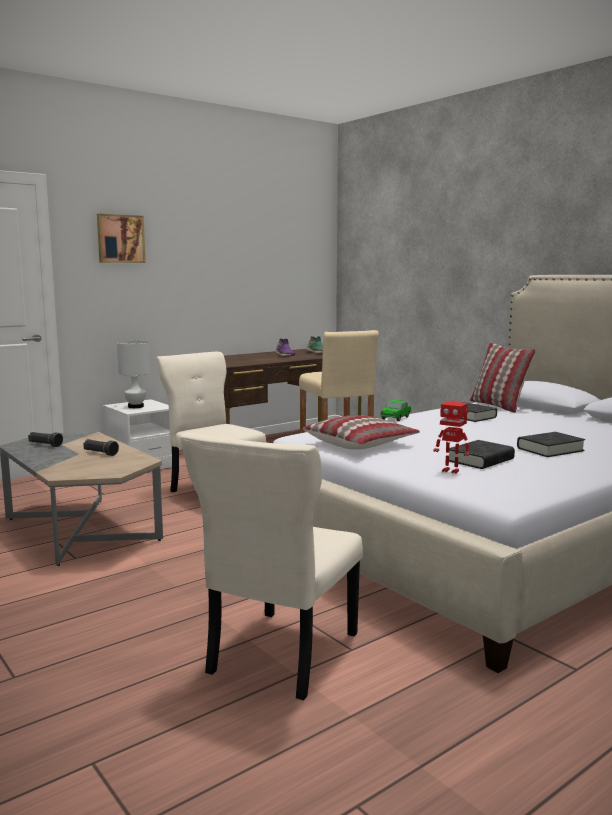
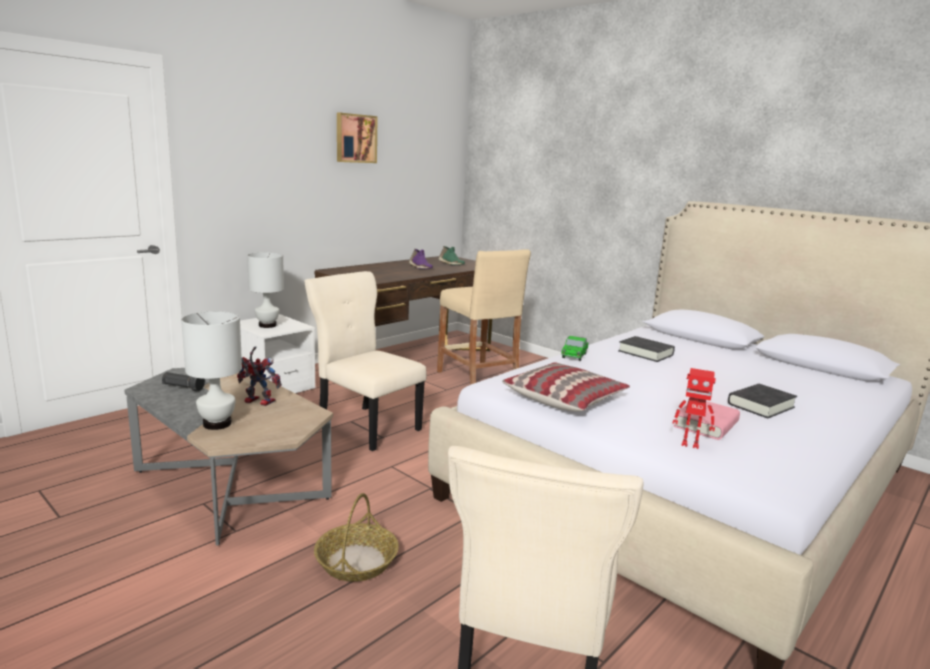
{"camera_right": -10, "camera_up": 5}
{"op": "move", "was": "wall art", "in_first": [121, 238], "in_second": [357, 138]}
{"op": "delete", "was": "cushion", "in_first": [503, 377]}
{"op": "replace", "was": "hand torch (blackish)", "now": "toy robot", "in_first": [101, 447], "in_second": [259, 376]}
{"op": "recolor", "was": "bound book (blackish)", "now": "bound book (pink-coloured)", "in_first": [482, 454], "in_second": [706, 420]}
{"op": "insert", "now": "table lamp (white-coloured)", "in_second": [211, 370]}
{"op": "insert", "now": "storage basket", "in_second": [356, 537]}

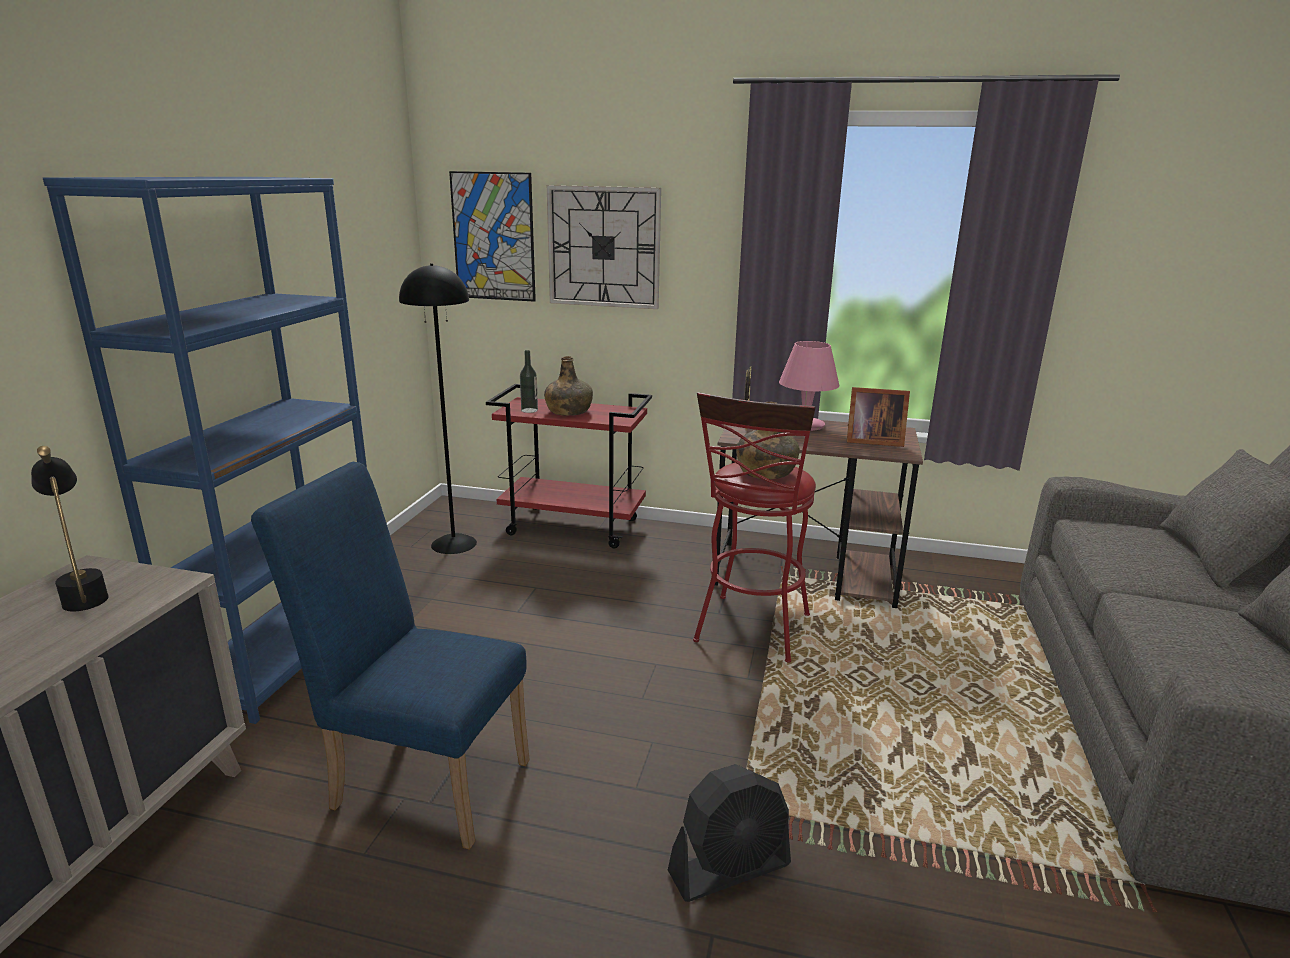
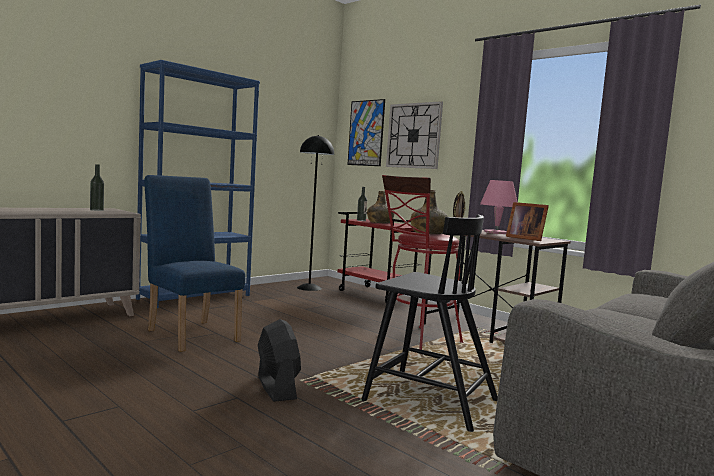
{"camera_right": 30, "camera_up": -15}
{"op": "replace", "was": "table lamp (blackish)", "now": "beverage bottle", "in_first": [70, 529], "in_second": [97, 187]}
{"op": "rotate", "was": "cooling fan (blackish)", "in_first": [729, 833], "in_second": [279, 360], "clockwise": -120}
{"op": "insert", "now": "chair (blackish)", "in_second": [430, 323]}

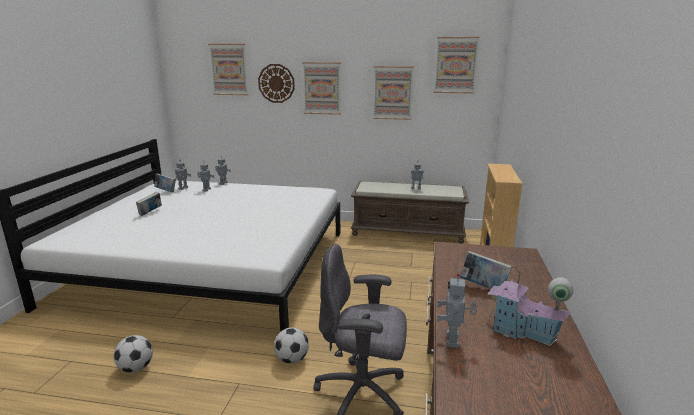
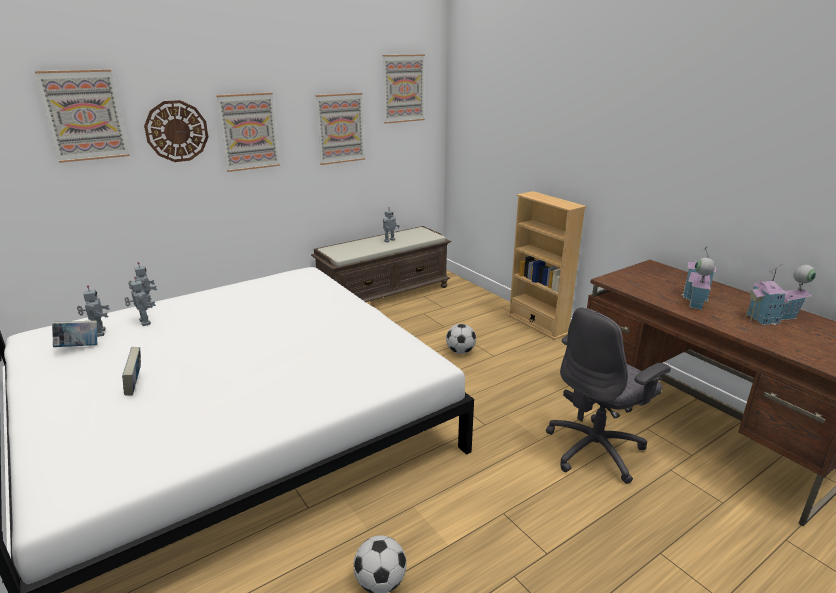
{"camera_right": -45, "camera_up": 5}
{"op": "replace", "was": "bound book", "now": "miniature house", "in_first": [485, 270], "in_second": [699, 278]}
{"op": "delete", "was": "toy robot", "in_first": [457, 310]}
{"op": "move", "was": "football ball", "in_first": [291, 345], "in_second": [461, 339]}

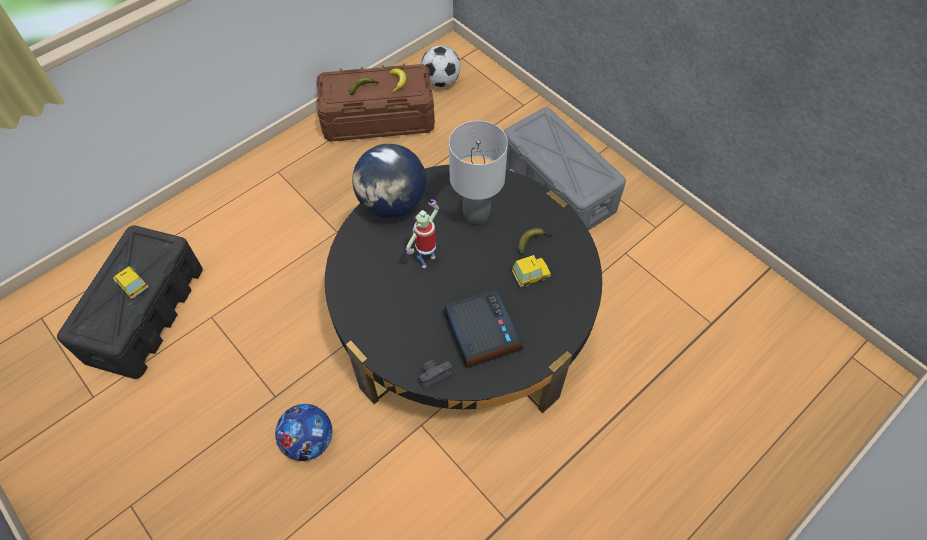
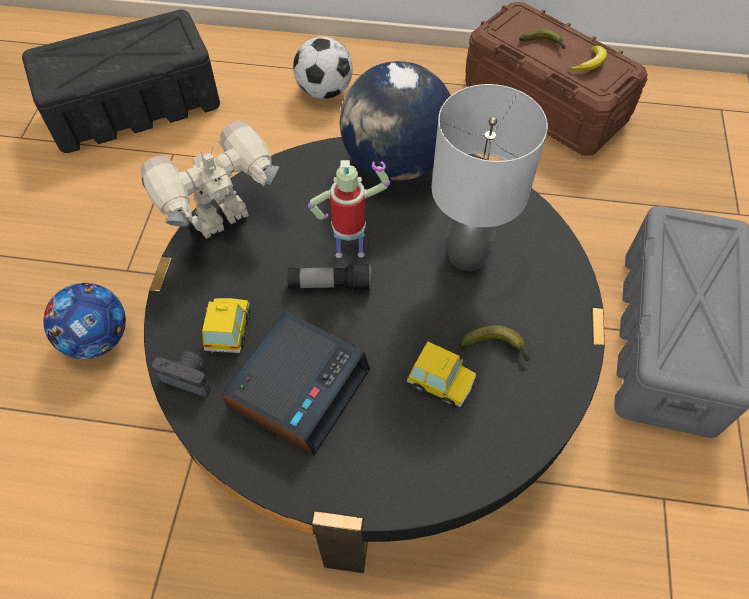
{"camera_right": 50, "camera_up": 0}
{"op": "move", "was": "football ball", "in_first": [441, 66], "in_second": [323, 68]}
{"op": "move", "was": "model car", "in_first": [131, 282], "in_second": [226, 325]}
{"op": "insert", "now": "toy robot", "in_second": [209, 179]}
{"op": "insert", "now": "hand torch", "in_second": [329, 277]}

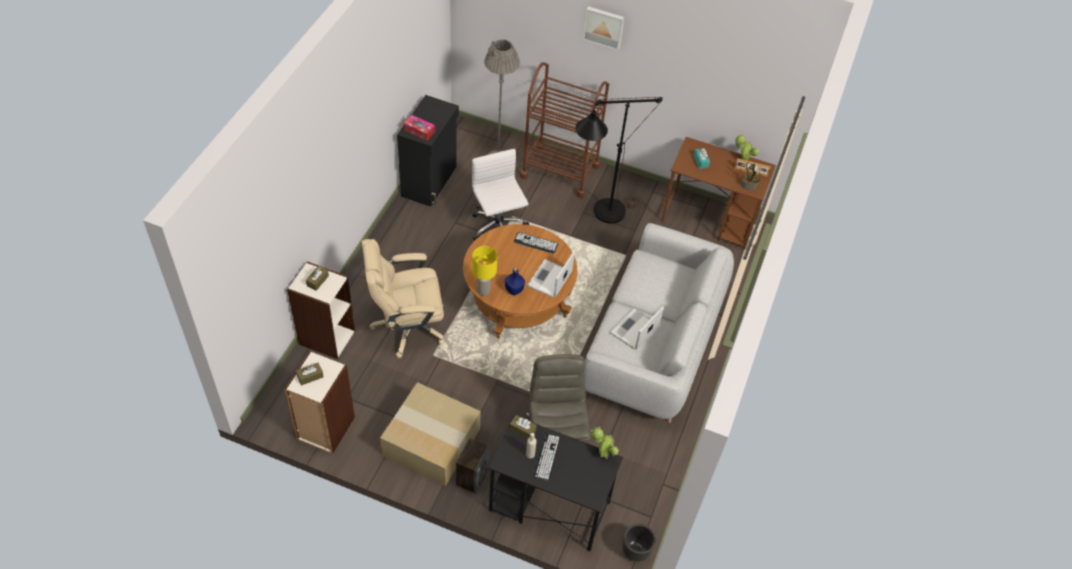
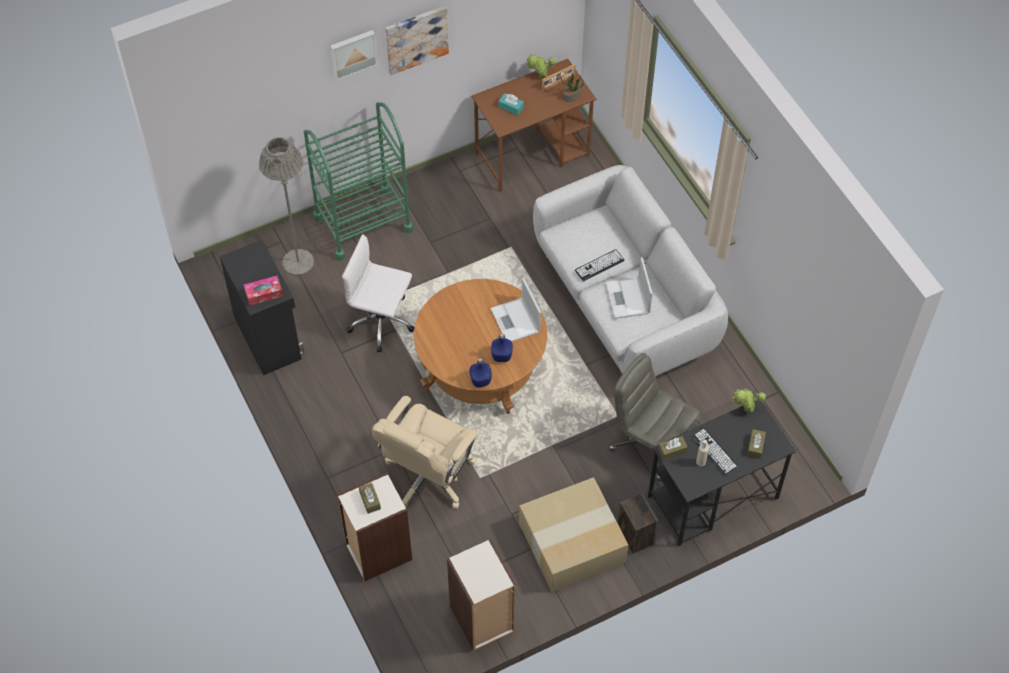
{"camera_right": -45, "camera_up": 5}
{"op": "recolor", "was": "cart (brown-coloured)", "now": "cart (greenish)", "in_first": [564, 130], "in_second": [358, 181]}
{"op": "delete", "was": "standing lamp (blackish)", "in_first": [619, 160]}
{"op": "move", "was": "keyboard", "in_first": [536, 243], "in_second": [600, 265]}
{"op": "replace", "was": "table lamp (yellow)", "now": "beverage bottle (bluish)", "in_first": [485, 271], "in_second": [480, 372]}
{"op": "move", "was": "tissue holder (brown-coloured)", "in_first": [310, 374], "in_second": [756, 444]}
{"op": "delete", "was": "planter (blackish)", "in_first": [639, 542]}
{"op": "insert", "now": "wall art", "in_second": [417, 40]}

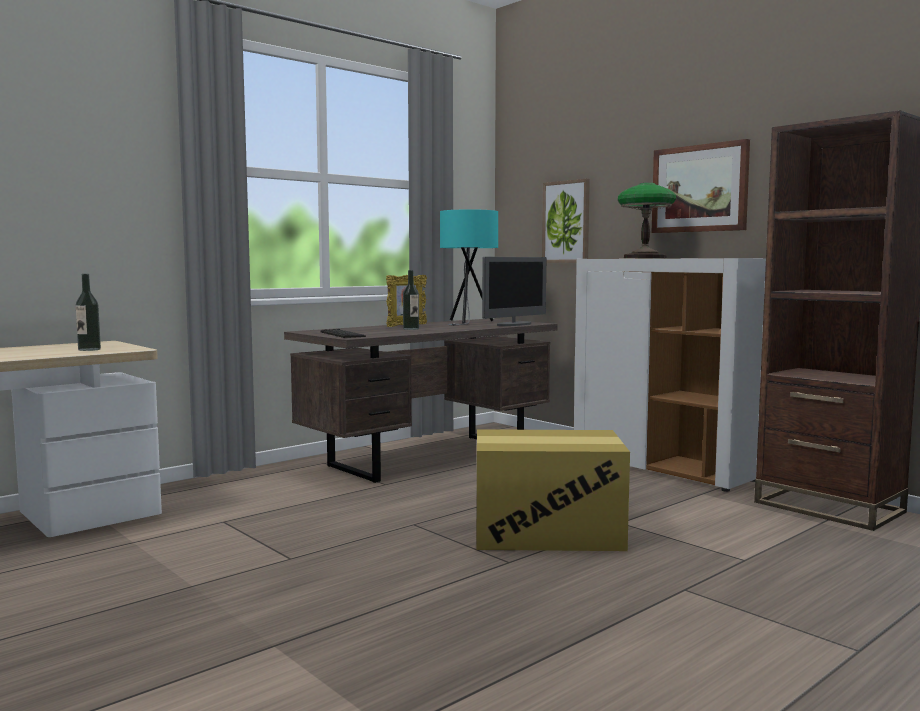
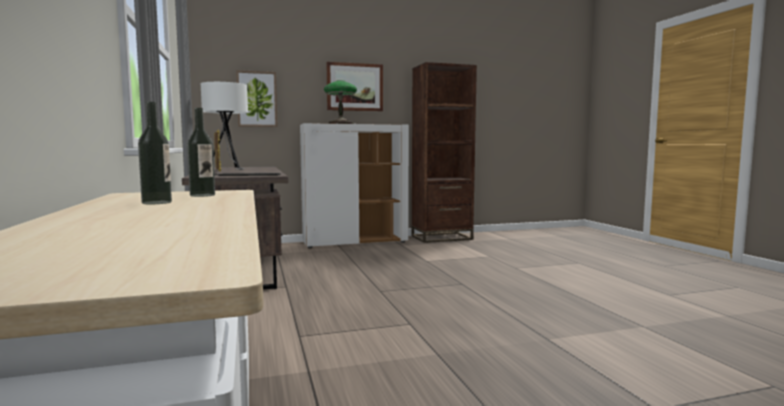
{"camera_right": -65, "camera_up": 0}
{"op": "recolor", "was": "table lamp (turquoise-coloured)", "now": "table lamp (white-coloured)", "in_first": [469, 267], "in_second": [224, 126]}
{"op": "delete", "was": "computer display", "in_first": [514, 291]}
{"op": "move", "was": "beverage bottle", "in_first": [411, 300], "in_second": [155, 153]}
{"op": "delete", "was": "cardboard box", "in_first": [553, 490]}

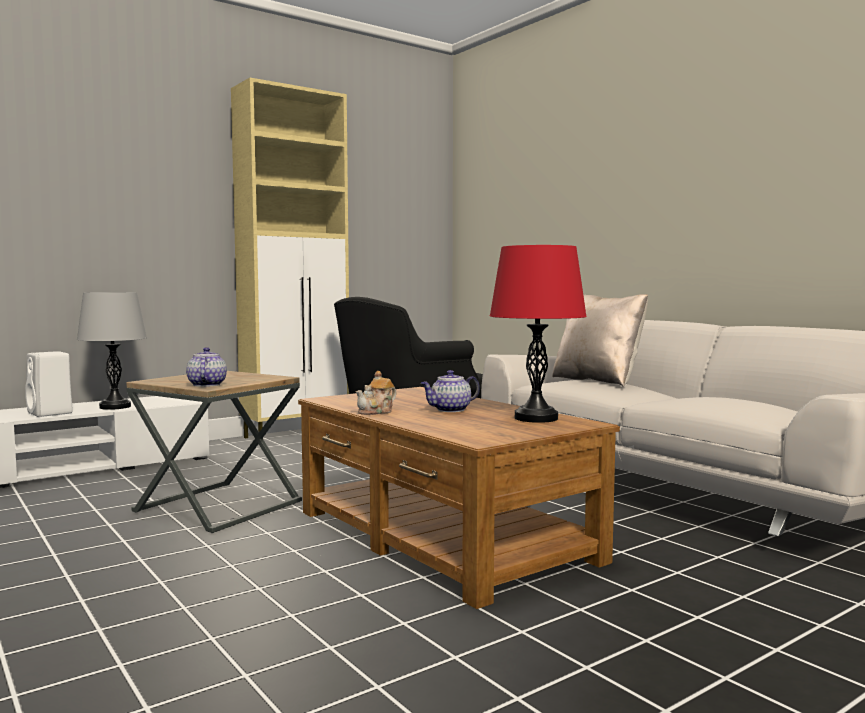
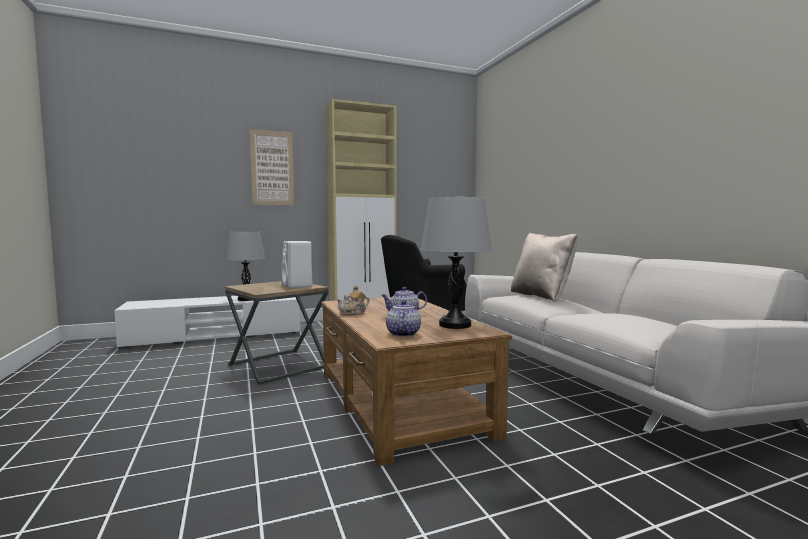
{"camera_right": 15, "camera_up": 0}
{"op": "recolor", "was": "table lamp (reddish)", "now": "table lamp (grey)", "in_first": [538, 334], "in_second": [456, 263]}
{"op": "move", "was": "pot for tea", "in_first": [206, 367], "in_second": [403, 318]}
{"op": "move", "was": "loudspeaker (white-coloured)", "in_first": [49, 384], "in_second": [297, 264]}
{"op": "insert", "now": "wall art", "in_second": [272, 167]}

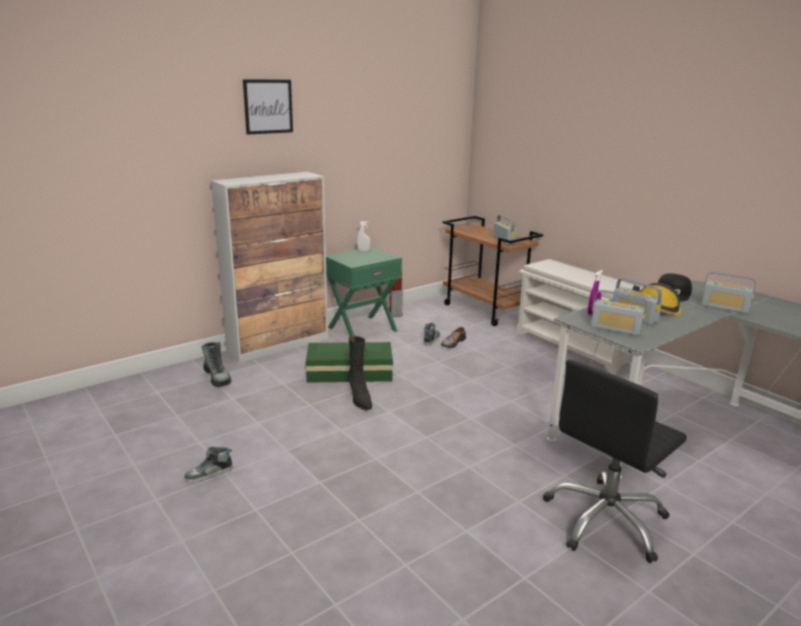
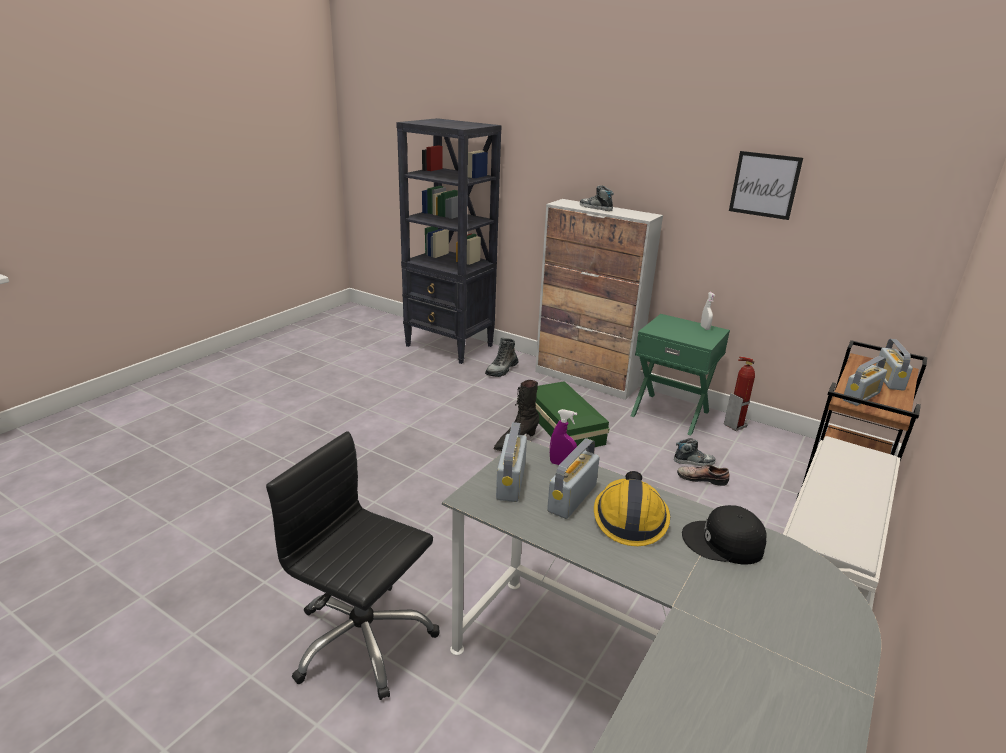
{"camera_right": 70, "camera_up": 5}
{"op": "move", "was": "wall art", "in_first": [268, 107], "in_second": [766, 185]}
{"op": "move", "was": "radio", "in_first": [728, 293], "in_second": [894, 365]}
{"op": "move", "was": "shoe", "in_first": [208, 465], "in_second": [597, 198]}
{"op": "insert", "now": "bookshelf (blackish)", "in_second": [449, 241]}

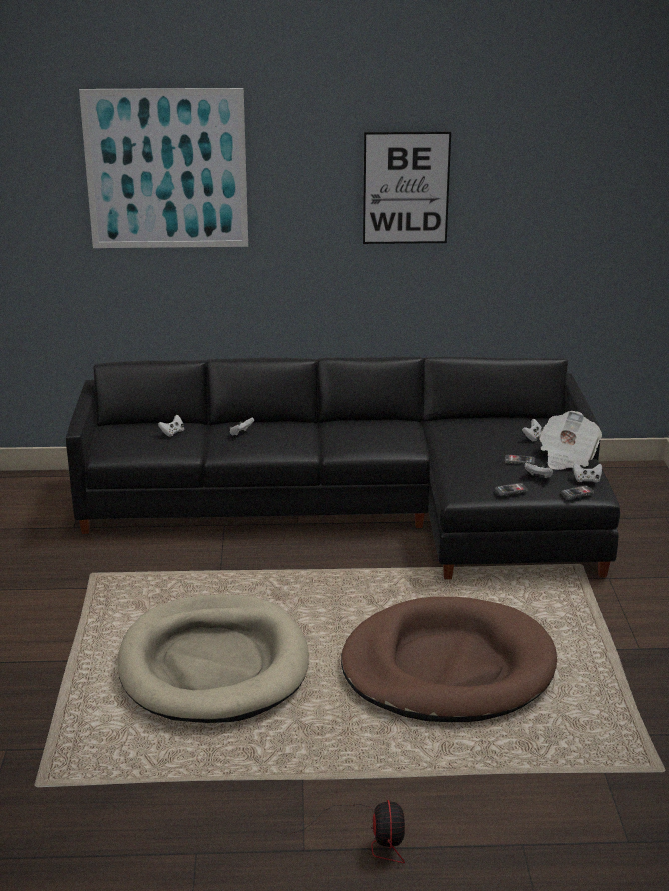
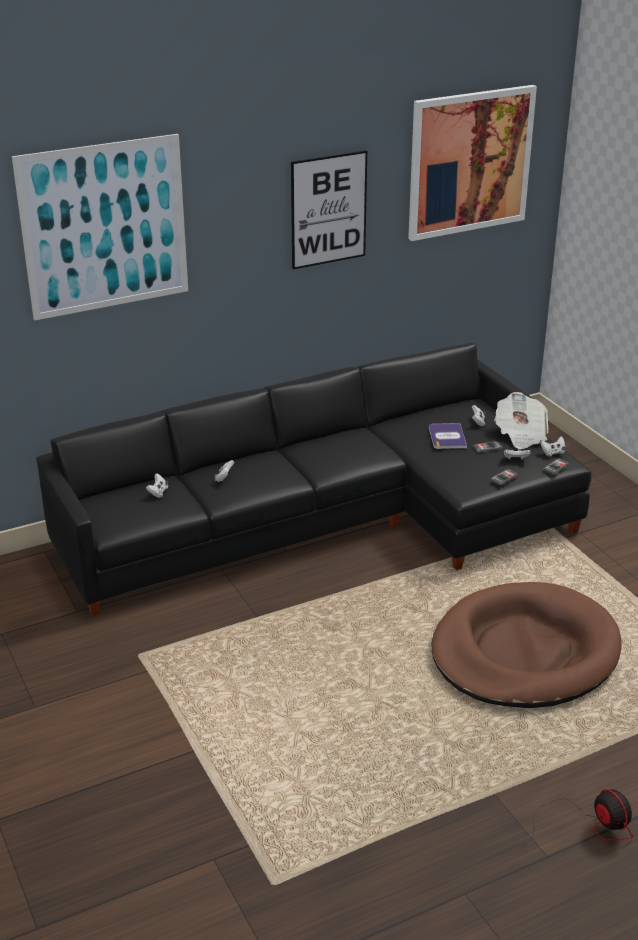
{"camera_right": -25, "camera_up": 5}
{"op": "delete", "was": "dog cushion (sand-coloured)", "in_first": [213, 658]}
{"op": "insert", "now": "wall art", "in_second": [472, 163]}
{"op": "insert", "now": "bound book", "in_second": [448, 436]}

